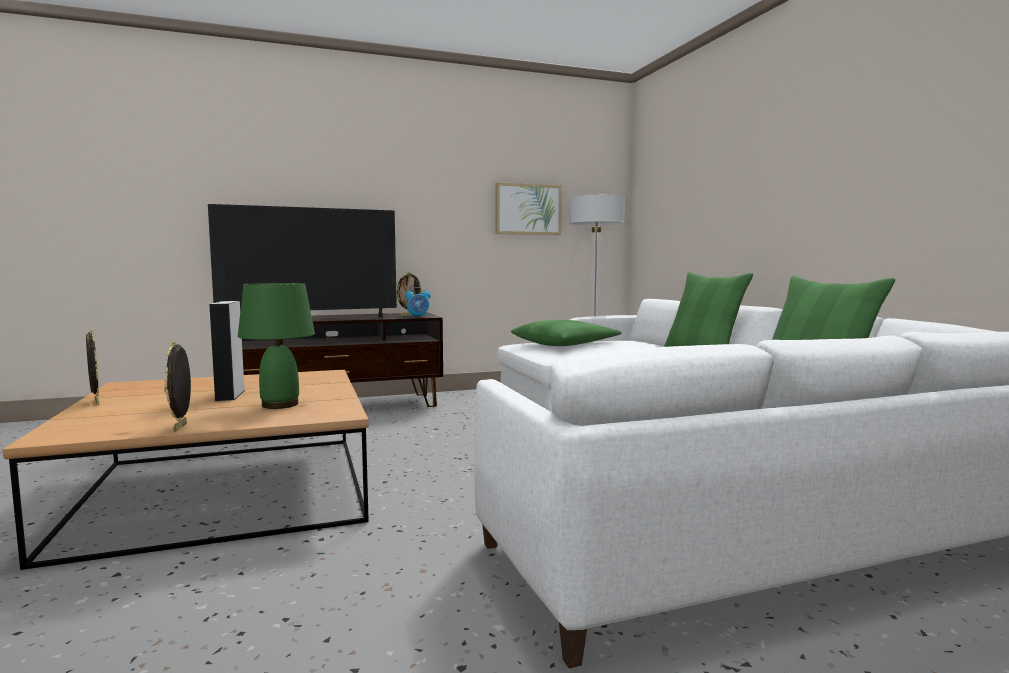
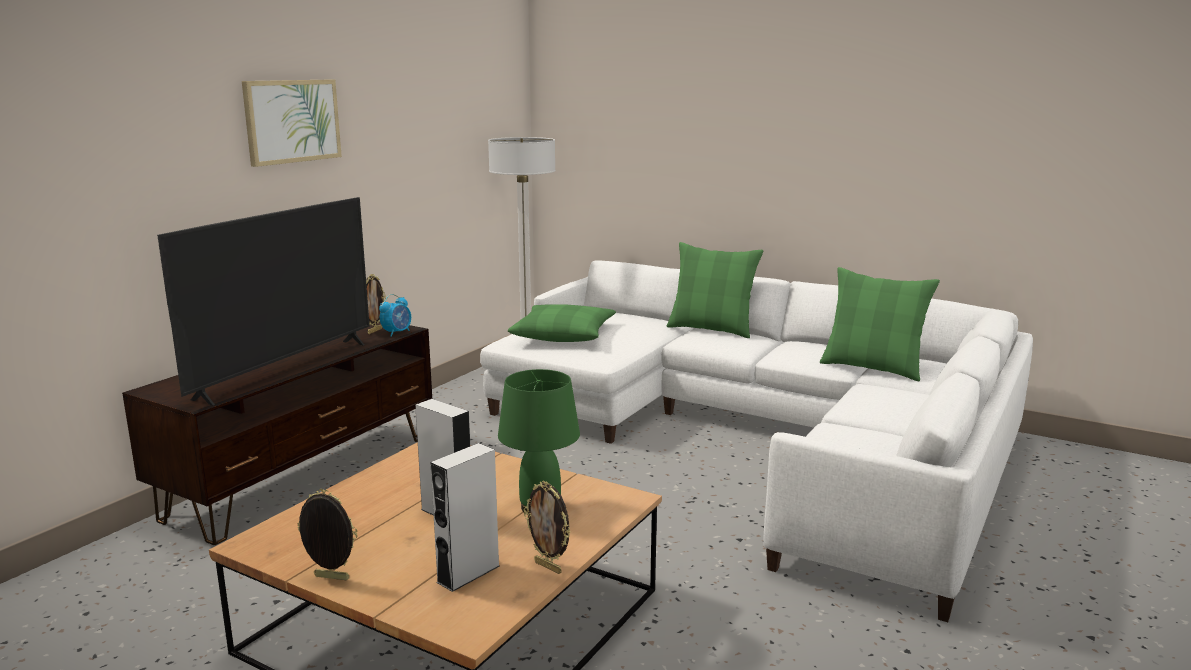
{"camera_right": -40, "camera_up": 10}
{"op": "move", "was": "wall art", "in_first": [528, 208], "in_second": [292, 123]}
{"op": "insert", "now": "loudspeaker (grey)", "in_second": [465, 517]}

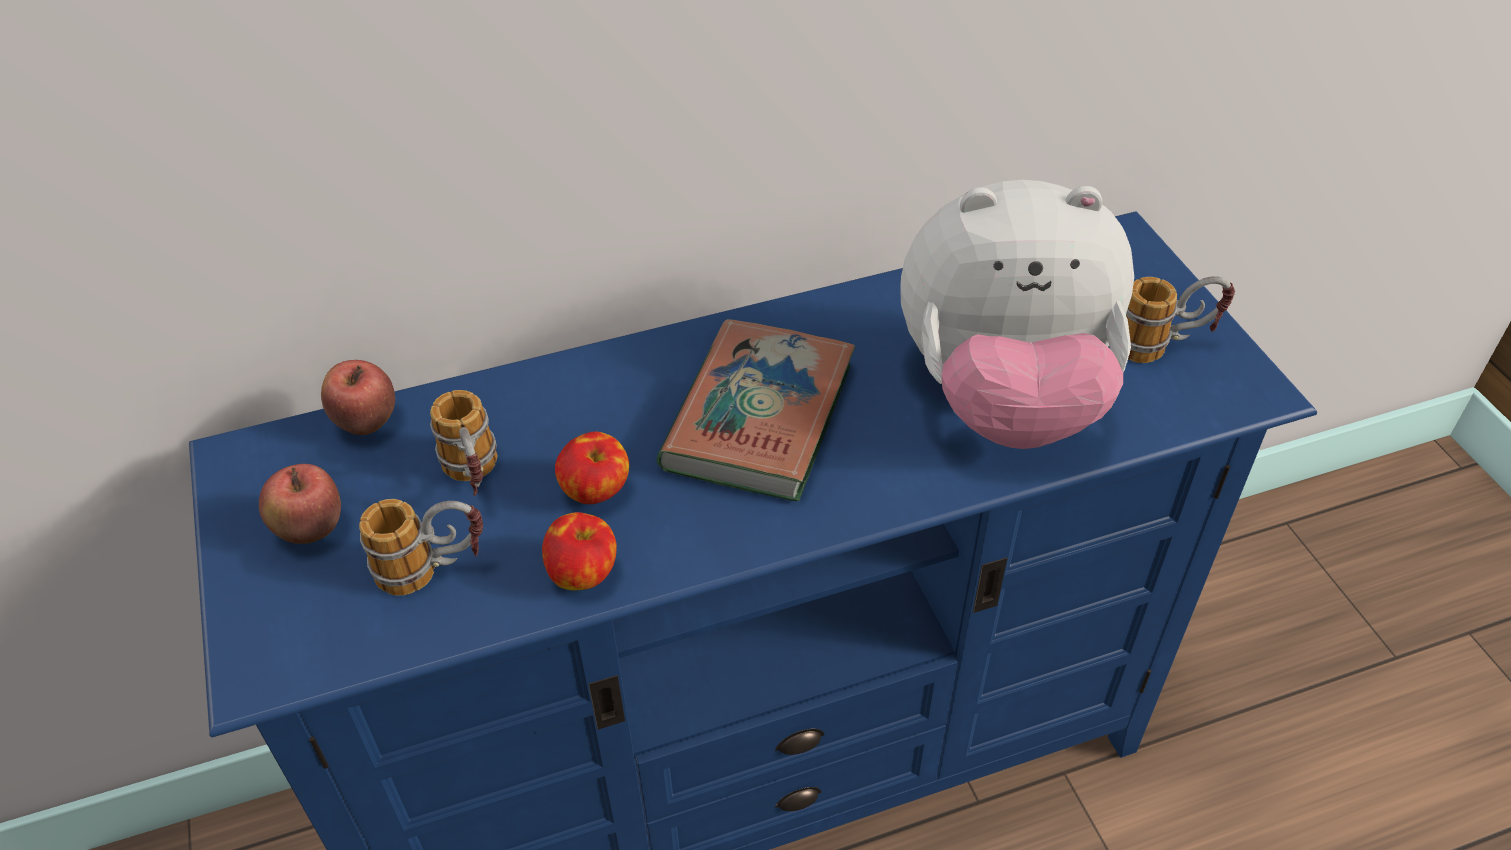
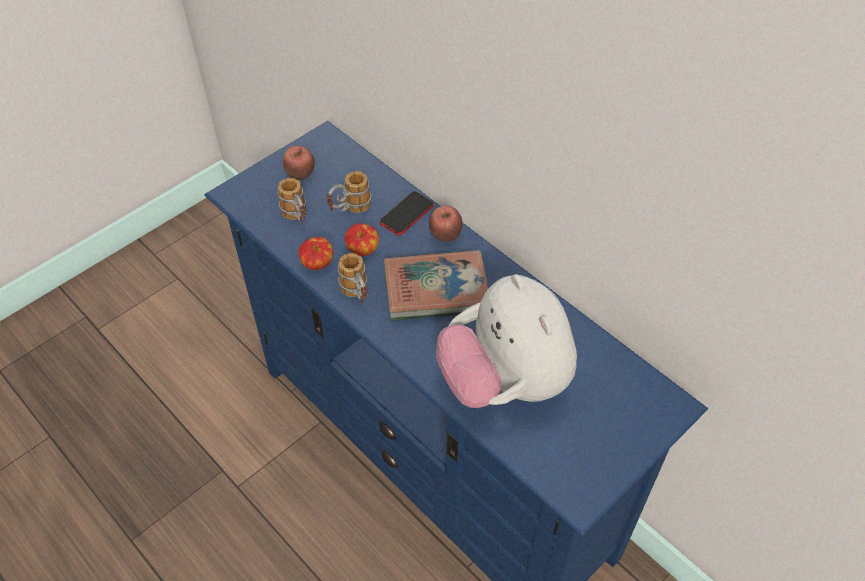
{"camera_right": 65, "camera_up": 5}
{"op": "move", "was": "coffee mug", "in_first": [1180, 319], "in_second": [352, 279]}
{"op": "move", "was": "apple", "in_first": [358, 397], "in_second": [445, 224]}
{"op": "insert", "now": "handset", "in_second": [407, 213]}

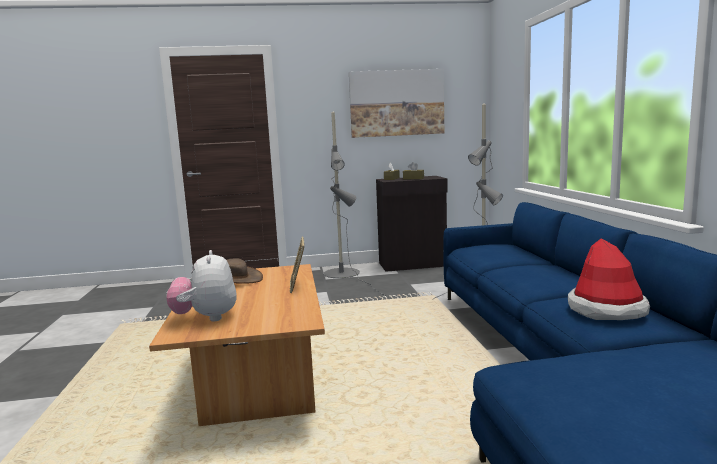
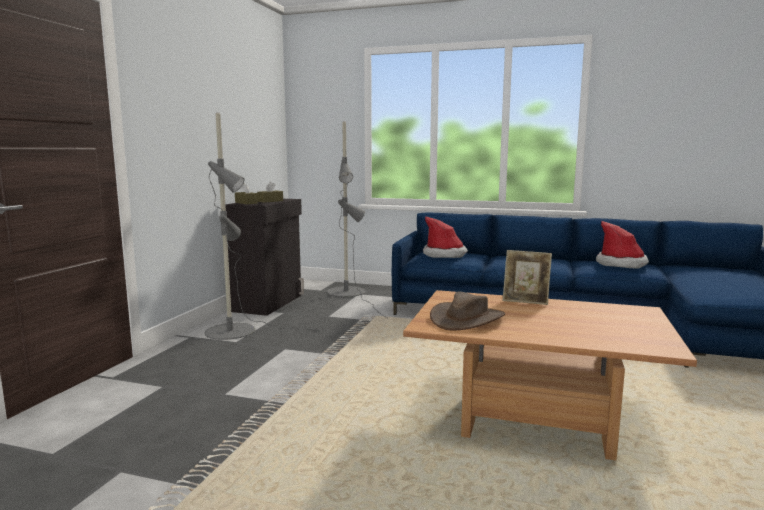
{"camera_right": -65, "camera_up": 0}
{"op": "delete", "was": "wall art", "in_first": [396, 103]}
{"op": "delete", "was": "plush toy", "in_first": [201, 285]}
{"op": "insert", "now": "hat", "in_second": [445, 237]}

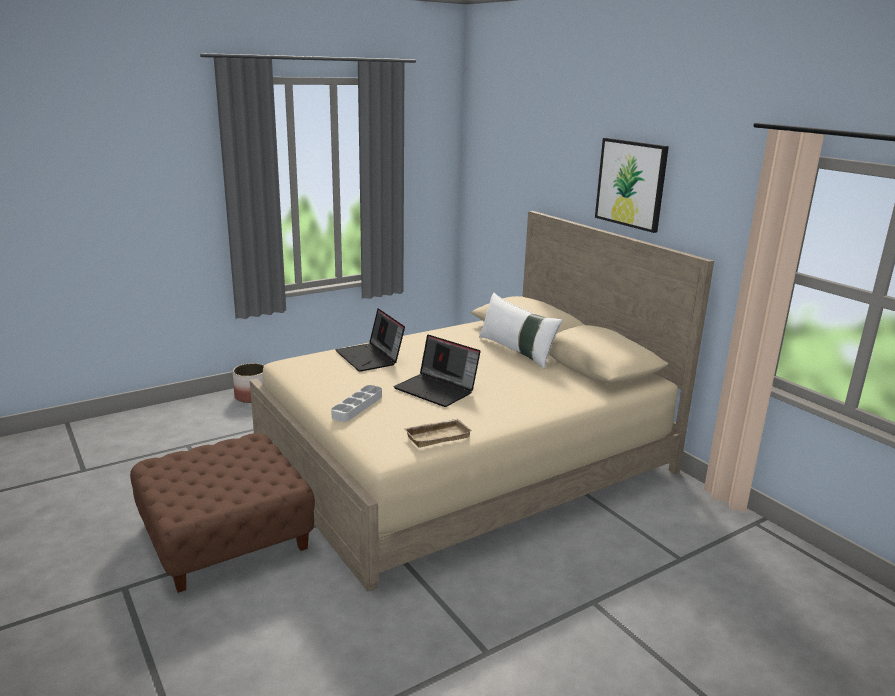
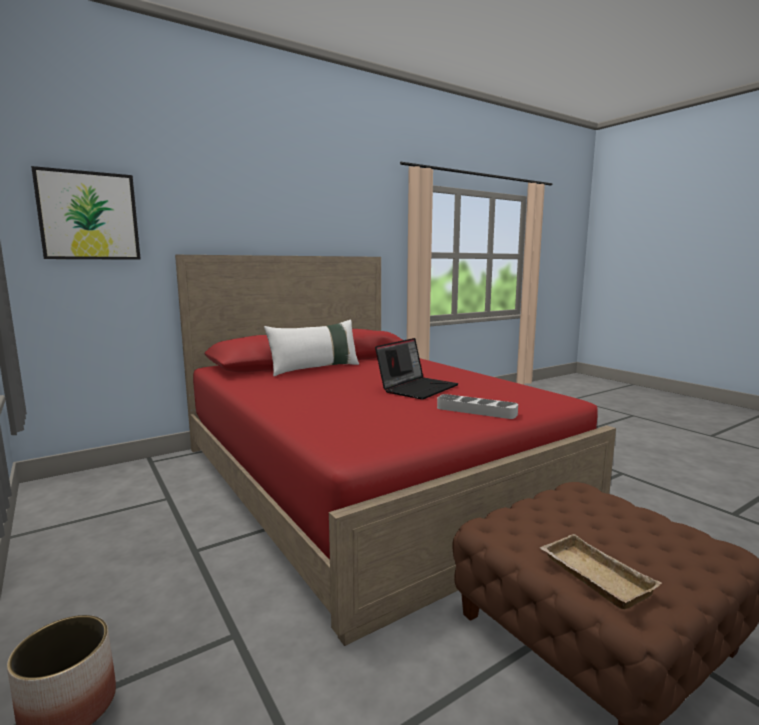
{"camera_right": -90, "camera_up": -10}
{"op": "move", "was": "wall art", "in_first": [632, 185], "in_second": [86, 213]}
{"op": "recolor", "was": "bed (sand-coloured)", "now": "bed (reddish)", "in_first": [482, 401], "in_second": [395, 450]}
{"op": "delete", "was": "notebook computer", "in_first": [370, 340]}
{"op": "move", "was": "serving tray (sand-coloured)", "in_first": [438, 433], "in_second": [601, 572]}

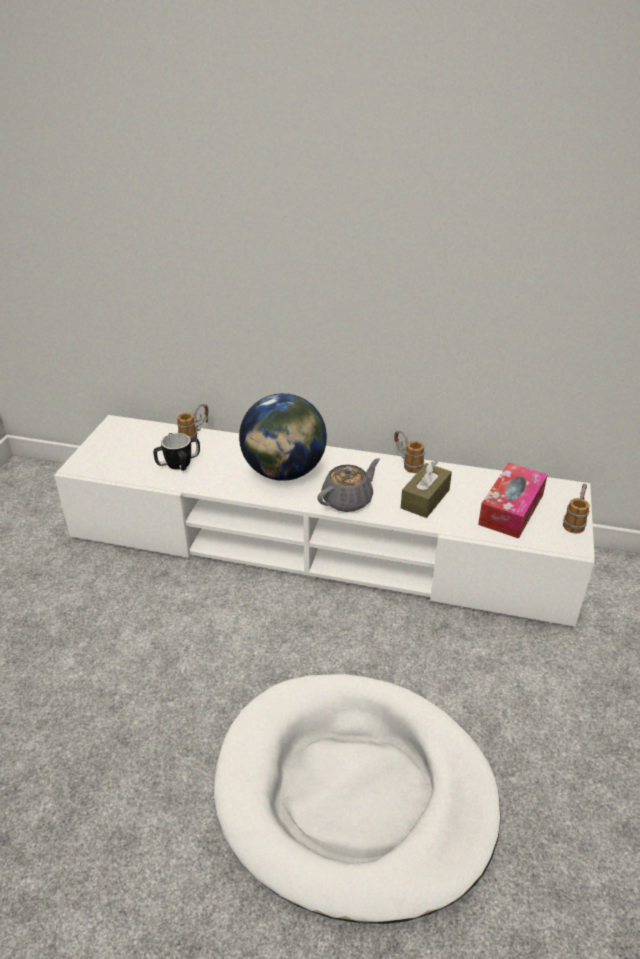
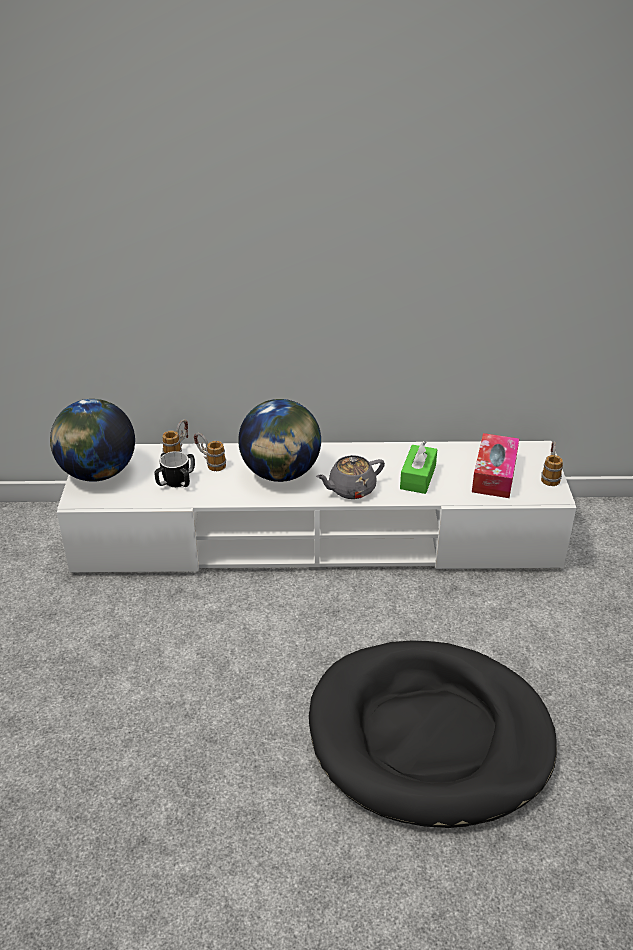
{"camera_right": -15, "camera_up": 0}
{"op": "move", "was": "coffee mug", "in_first": [409, 451], "in_second": [210, 452]}
{"op": "rotate", "was": "pot for tea (grey)", "in_first": [348, 485], "in_second": [350, 477], "clockwise": -150}
{"op": "recolor", "was": "tissue holder (brown-coloured)", "now": "tissue holder (greenish)", "in_first": [426, 489], "in_second": [418, 467]}
{"op": "recolor", "was": "dog cushion (white-coloured)", "now": "dog cushion (blackish)", "in_first": [357, 799], "in_second": [433, 734]}
{"op": "insert", "now": "desk globe", "in_second": [92, 440]}

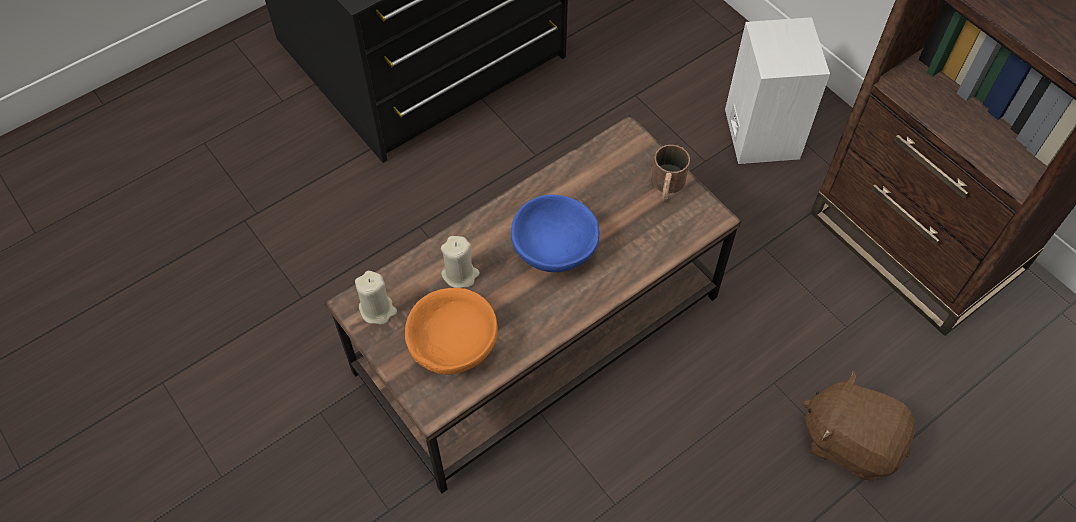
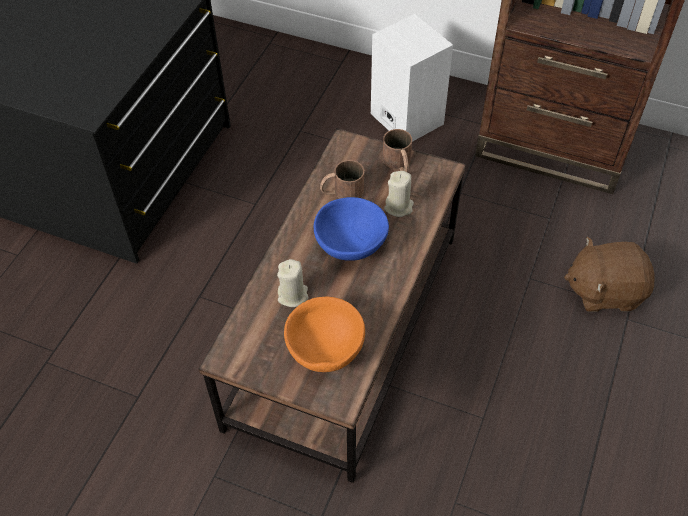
{"camera_right": -30, "camera_up": -5}
{"op": "move", "was": "wax light (sand-coloured)", "in_first": [376, 298], "in_second": [399, 194]}
{"op": "insert", "now": "coffee mug (brown-coloured)", "in_second": [342, 179]}

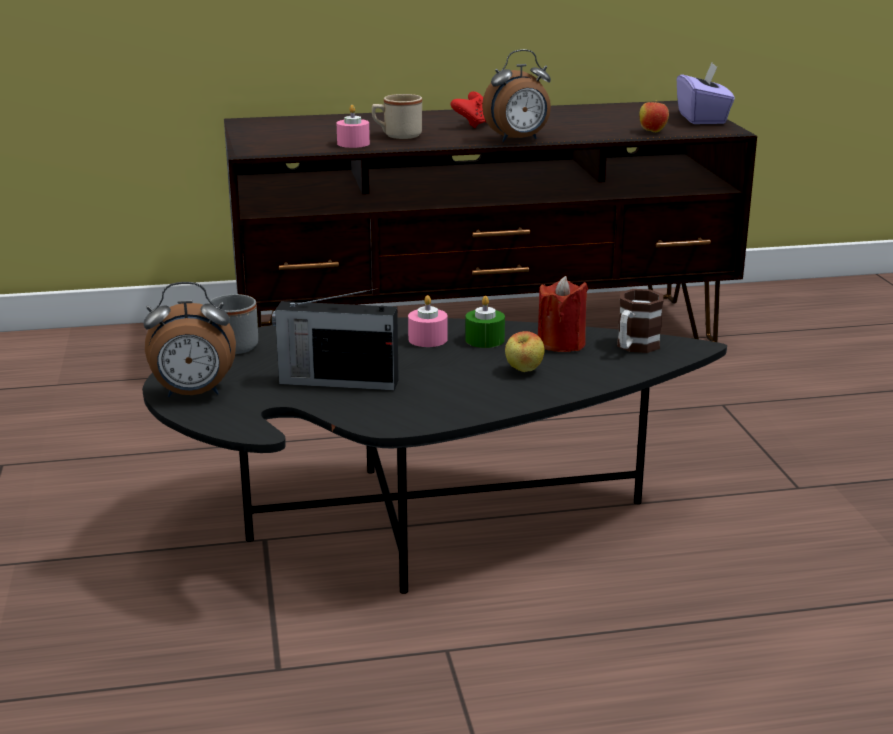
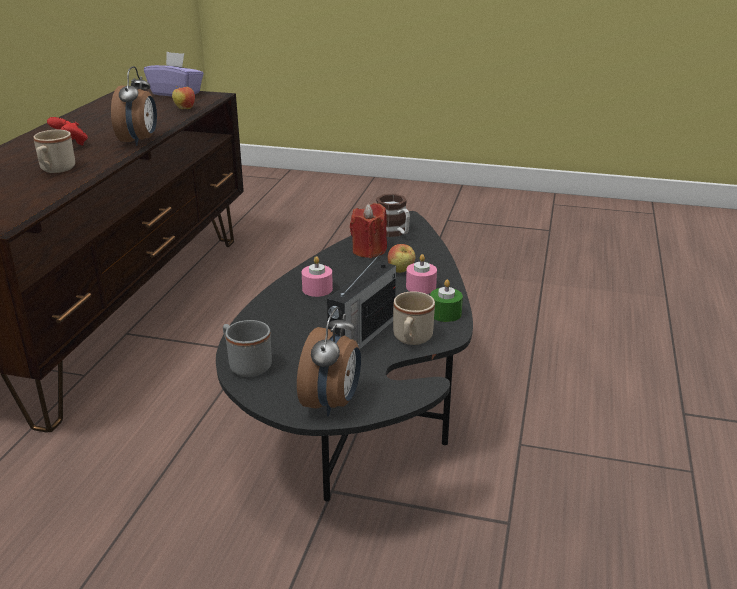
{"camera_right": -65, "camera_up": 5}
{"op": "move", "was": "wax light (pink-coloured)", "in_first": [353, 126], "in_second": [421, 274]}
{"op": "move", "was": "wax light (greenish)", "in_first": [485, 322], "in_second": [446, 300]}
{"op": "insert", "now": "coffee mug (sand-coloured)", "in_second": [414, 318]}

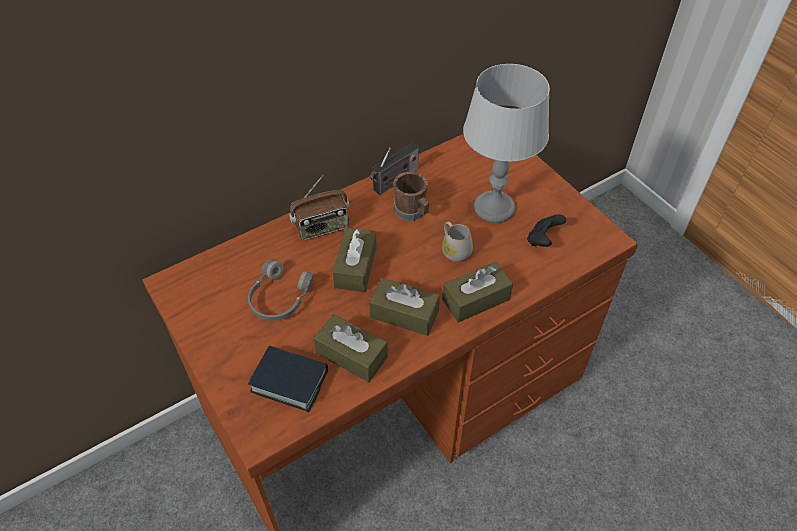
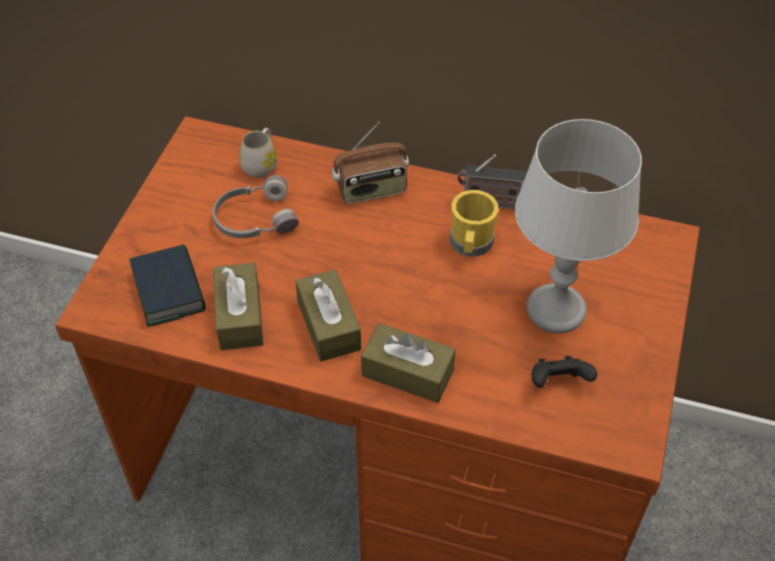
{"camera_right": 50, "camera_up": 0}
{"op": "recolor", "was": "coffee mug (brown-coloured)", "now": "coffee mug (yellow)", "in_first": [411, 196], "in_second": [474, 223]}
{"op": "rotate", "was": "radio", "in_first": [319, 207], "in_second": [370, 163], "clockwise": -45}
{"op": "move", "was": "coffee mug (white-coloured)", "in_first": [457, 242], "in_second": [258, 153]}
{"op": "delete", "was": "tissue holder (brown-coloured)", "in_first": [355, 260]}

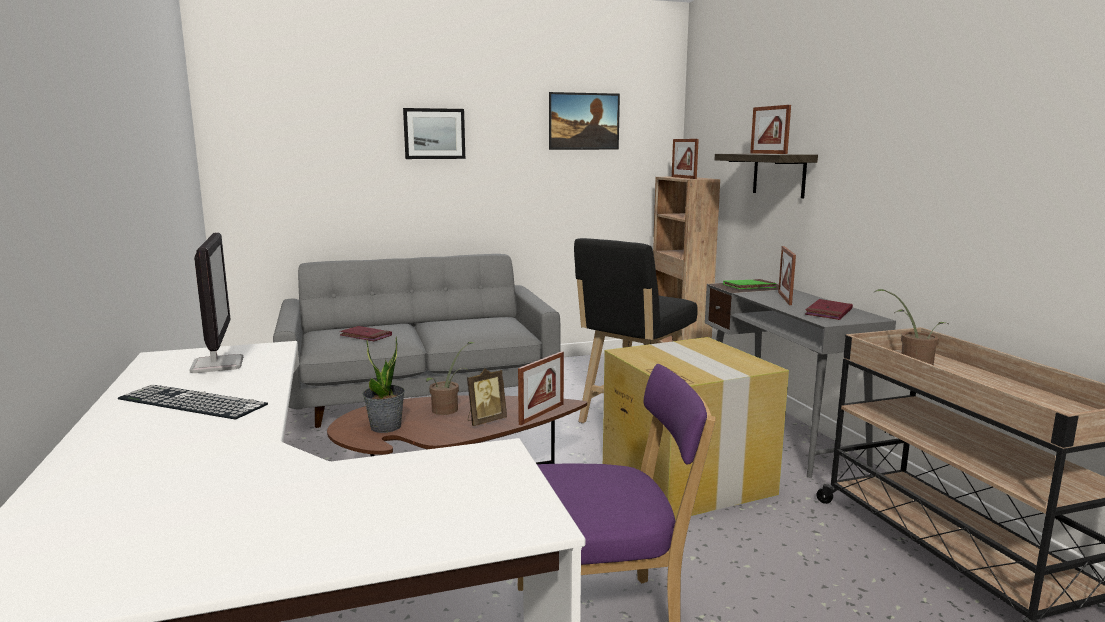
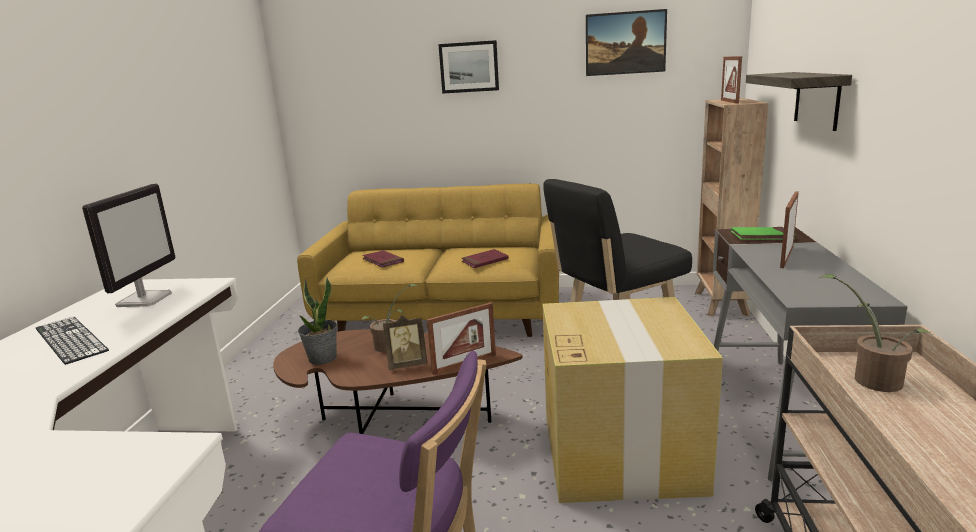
{"camera_right": 25, "camera_up": 5}
{"op": "delete", "was": "photo frame", "in_first": [770, 129]}
{"op": "recolor", "was": "couch (grey)", "now": "couch (yellow)", "in_first": [417, 341], "in_second": [428, 260]}
{"op": "move", "was": "bound book (reddish)", "in_first": [829, 309], "in_second": [485, 258]}

